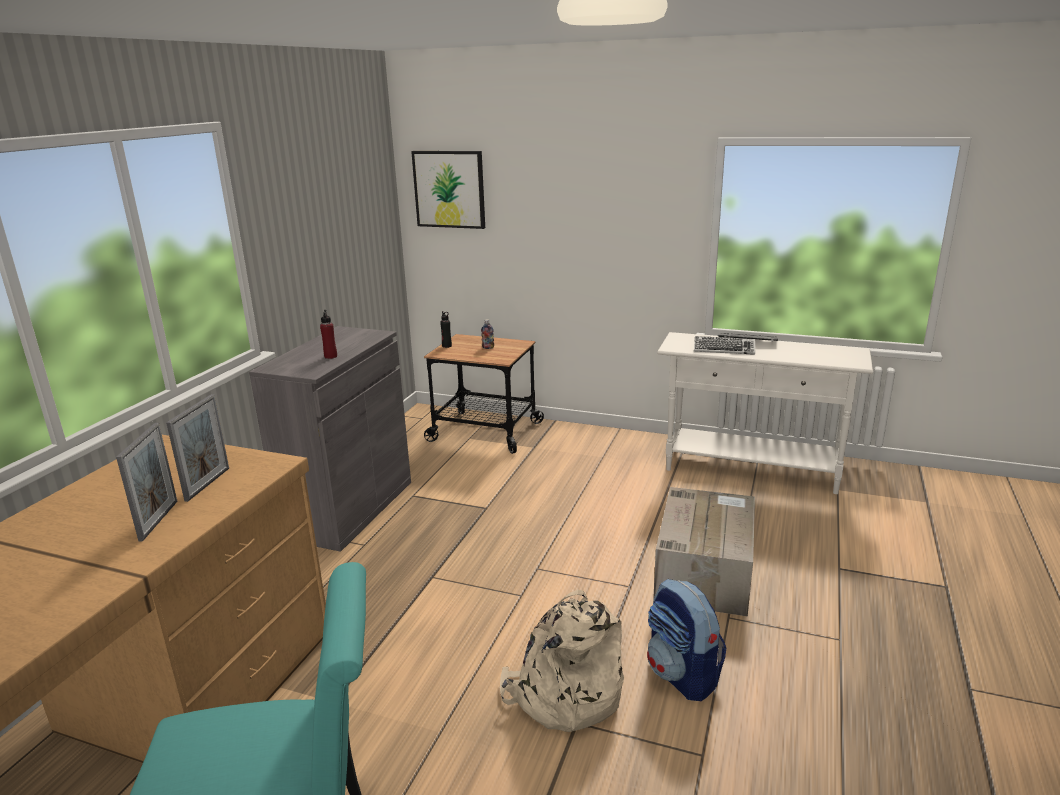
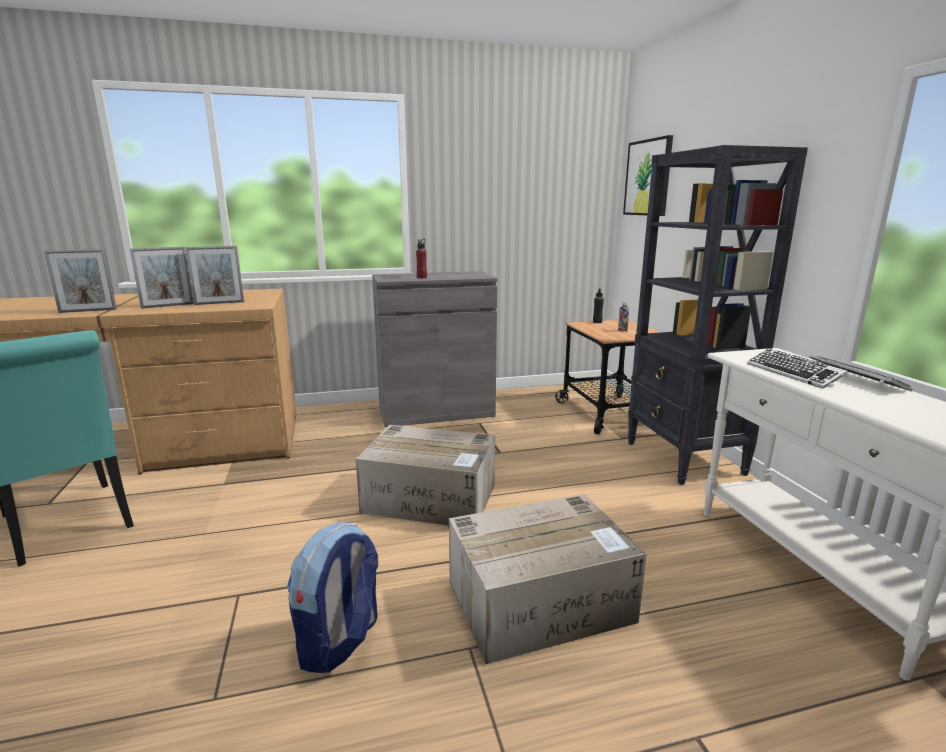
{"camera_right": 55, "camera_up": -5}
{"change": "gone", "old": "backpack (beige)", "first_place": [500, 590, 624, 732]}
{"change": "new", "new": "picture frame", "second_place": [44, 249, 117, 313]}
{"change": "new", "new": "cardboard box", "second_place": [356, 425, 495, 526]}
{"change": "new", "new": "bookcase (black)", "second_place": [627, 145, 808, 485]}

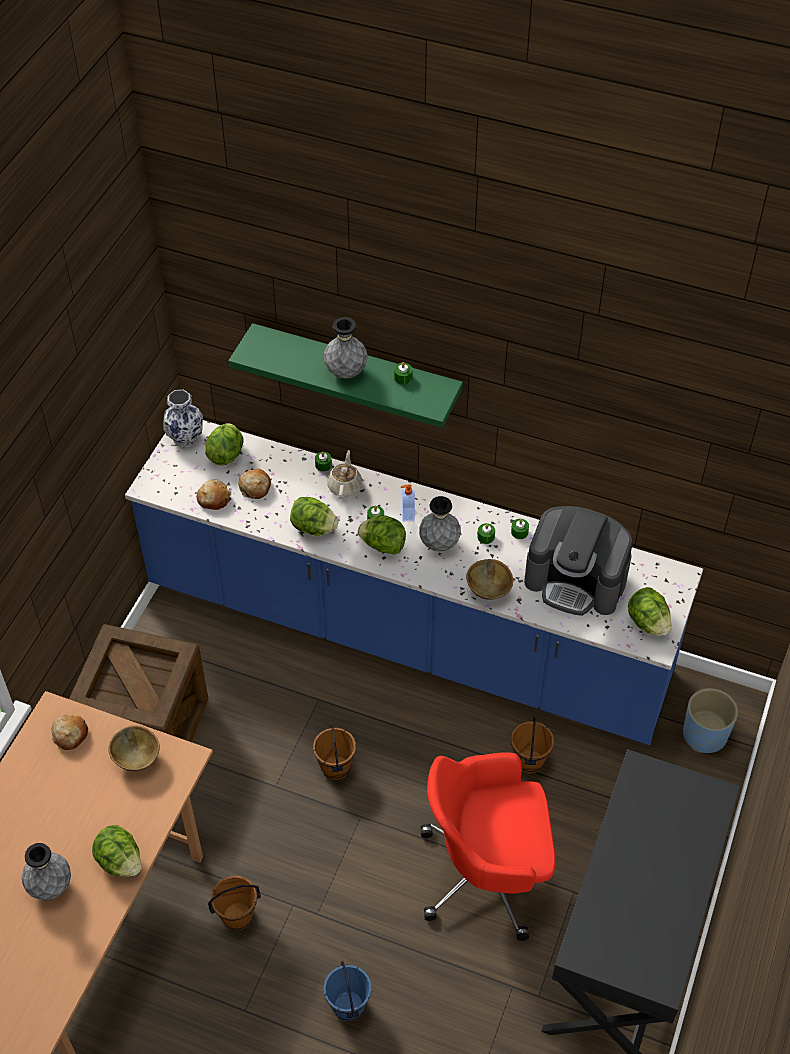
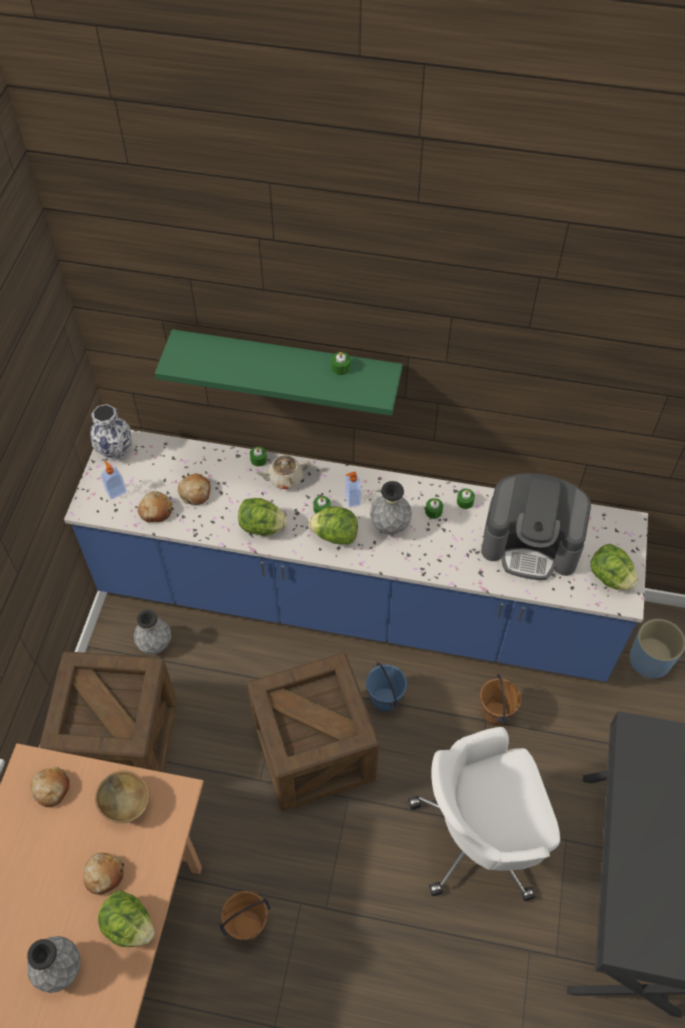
{"camera_right": -10, "camera_up": 5}
{"change": "gone", "old": "lettuce", "first_place": [205, 423, 244, 466]}
{"change": "gone", "old": "bowl (brown)", "first_place": [466, 559, 513, 600]}
{"change": "new", "new": "bread", "second_place": [84, 853, 124, 895]}
{"change": "new", "new": "soap dispenser", "second_place": [101, 461, 127, 500]}
{"change": "shifted", "old": "vase (grey)", "first_place": [324, 317, 368, 379], "second_place": [134, 610, 171, 654]}
{"change": "shifted", "old": "bucket (blue)", "first_place": [324, 961, 372, 1021], "second_place": [366, 662, 407, 712]}
{"change": "swapped", "old": "bucket (brown)", "new": "crate", "first_place": [313, 723, 356, 780], "second_place": [247, 652, 380, 811]}
{"change": "repainted", "old": "office chair (red)", "new": "office chair (white)", "first_place": [420, 753, 555, 941], "second_place": [408, 727, 560, 901]}
{"change": "rotated", "old": "teapot (beige)", "first_place": [327, 450, 362, 499], "second_place": [255, 455, 311, 489], "degrees": -105}

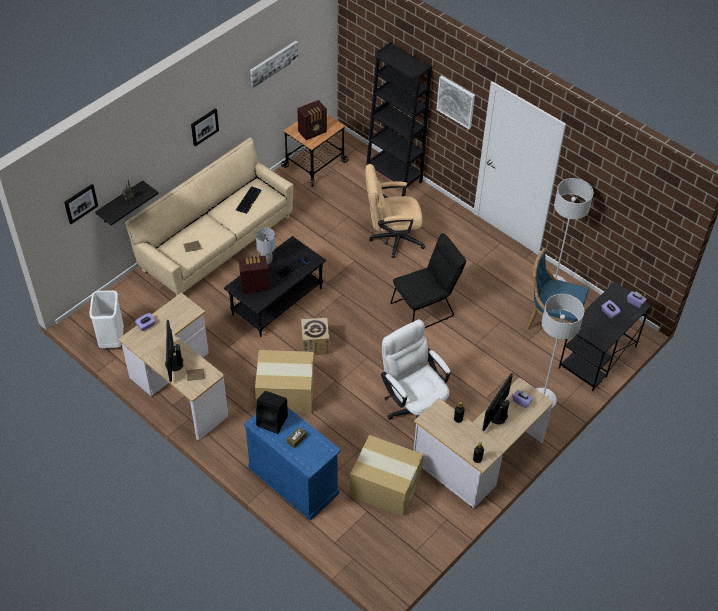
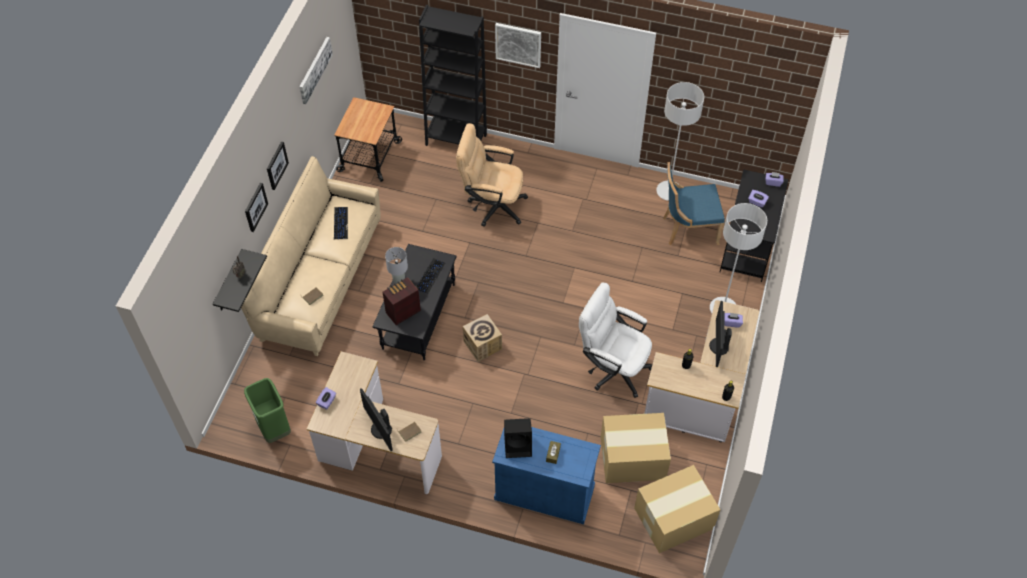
{"camera_right": -25, "camera_up": 5}
{"change": "gone", "old": "radio", "first_place": [297, 100, 327, 140]}
{"change": "gone", "old": "chair (black)", "first_place": [391, 234, 466, 328]}
{"change": "shifted", "old": "picture", "first_place": [64, 184, 98, 224], "second_place": [245, 183, 268, 232]}
{"change": "shifted", "old": "cardboard box", "first_place": [255, 350, 314, 414], "second_place": [634, 465, 720, 553]}
{"change": "repainted", "old": "trash can (white)", "new": "trash can (green)", "first_place": [90, 290, 124, 348], "second_place": [244, 378, 291, 443]}
{"change": "rotated", "old": "office chair (beige)", "first_place": [365, 164, 425, 258], "second_place": [456, 123, 528, 227], "degrees": 45}

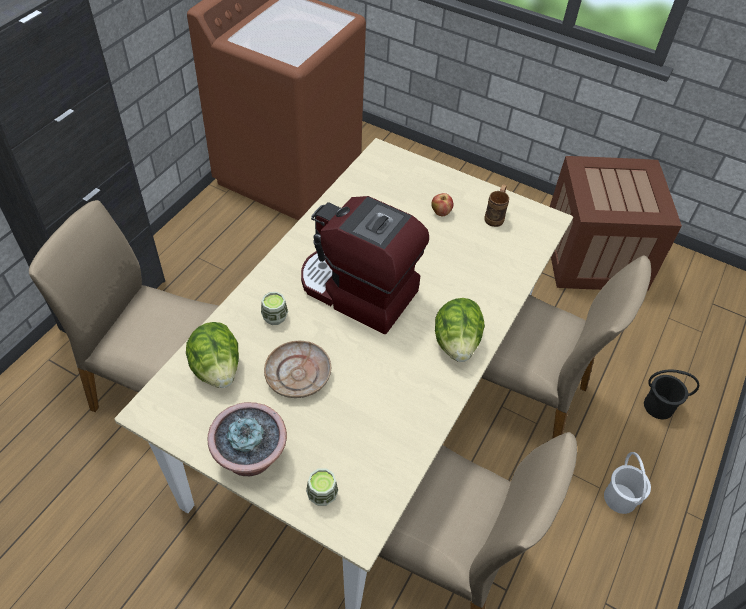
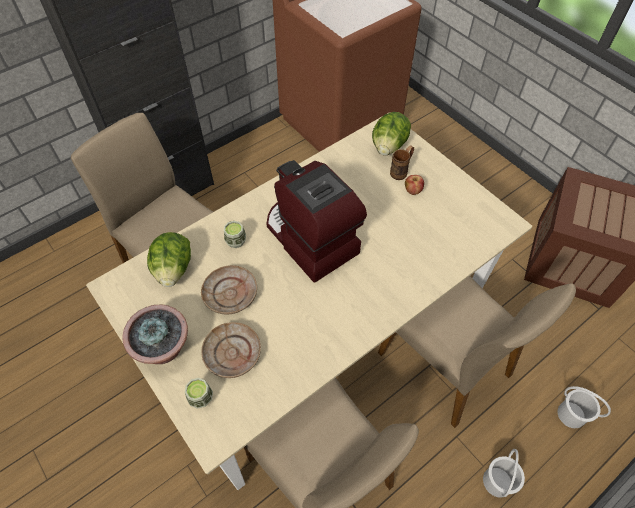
{"camera_right": 25, "camera_up": 5}
{"change": "new", "new": "plate (beige)", "second_place": [201, 322, 261, 378]}
{"change": "shifted", "old": "lettuce", "first_place": [435, 298, 485, 362], "second_place": [372, 112, 411, 156]}
{"change": "shifted", "old": "mug (brown)", "first_place": [484, 185, 509, 227], "second_place": [390, 145, 414, 180]}
{"change": "repainted", "old": "bucket (black)", "new": "bucket (white)", "first_place": [644, 369, 699, 419], "second_place": [557, 386, 611, 428]}

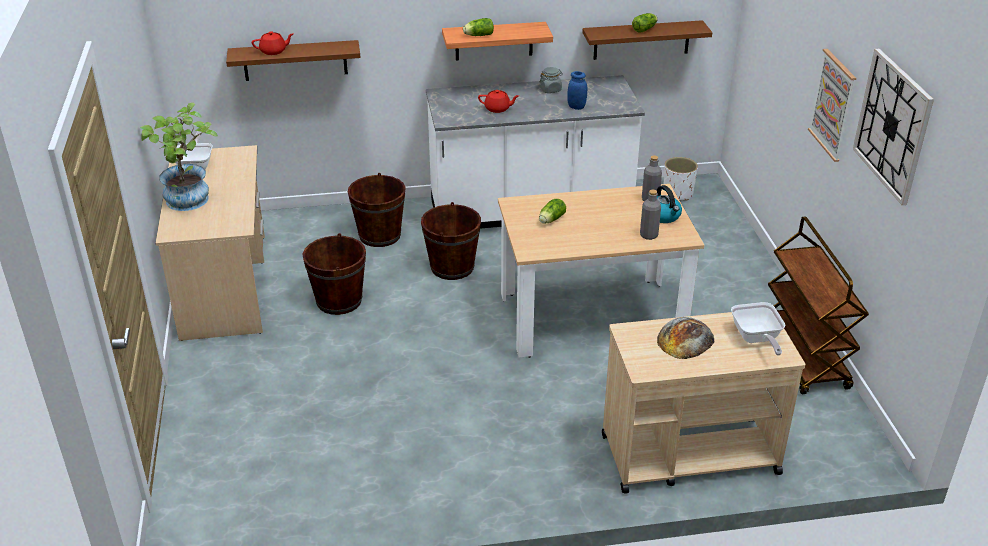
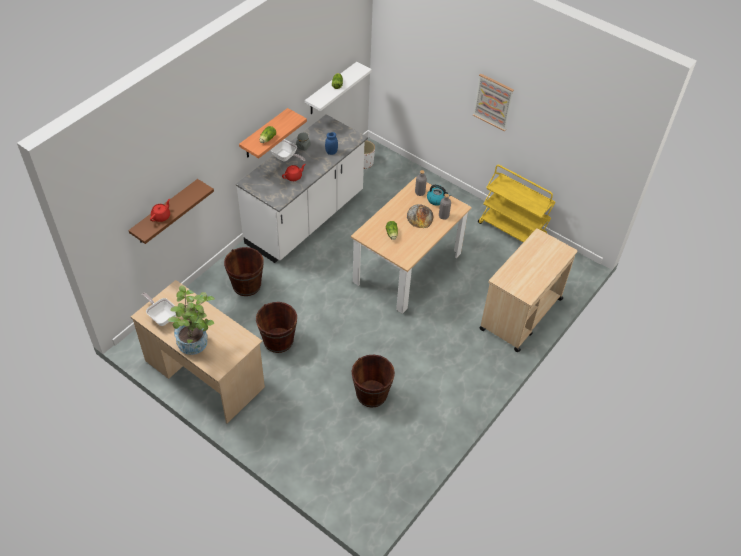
{"camera_right": -45, "camera_up": 15}
{"change": "gone", "old": "wall clock", "first_place": [853, 49, 934, 205]}
{"change": "shifted", "old": "bucket (brown)", "first_place": [421, 202, 481, 280], "second_place": [351, 355, 395, 408]}
{"change": "shifted", "old": "bread", "first_place": [657, 317, 714, 359], "second_place": [407, 204, 433, 228]}
{"change": "shifted", "old": "frying pan", "first_place": [731, 302, 785, 356], "second_place": [270, 139, 305, 162]}
{"change": "repainted", "old": "shelf (brown)", "new": "shelf (white)", "first_place": [582, 20, 712, 60], "second_place": [305, 62, 372, 114]}
{"change": "repainted", "old": "cart (brown)", "new": "cart (yellow)", "first_place": [768, 216, 869, 394], "second_place": [478, 165, 556, 242]}

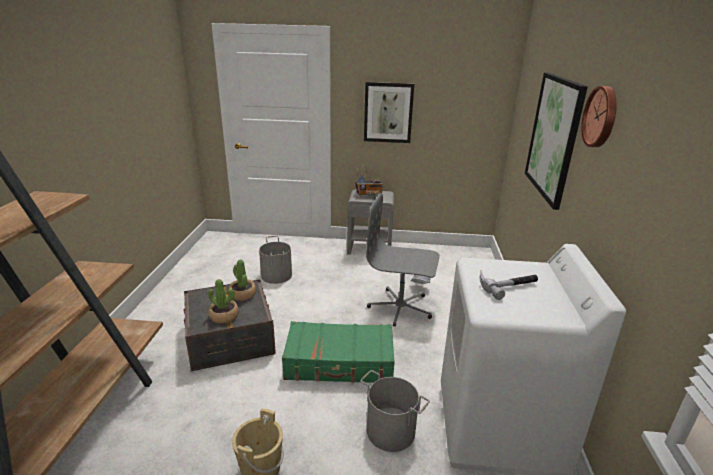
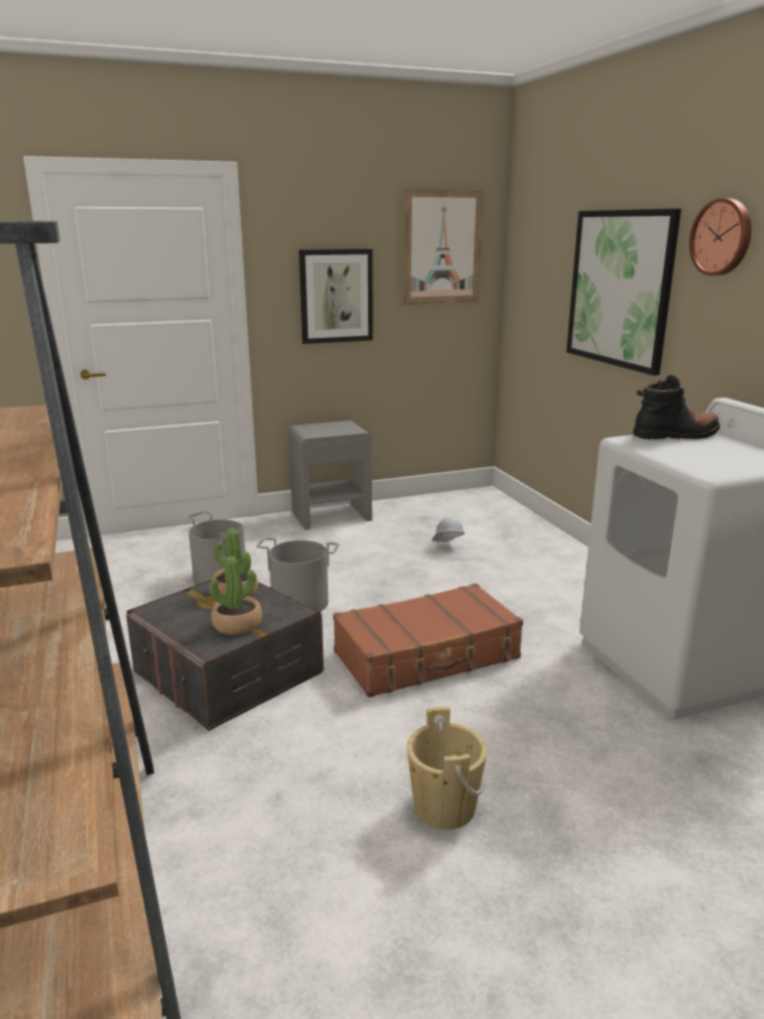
{"camera_right": -25, "camera_up": -5}
{"change": "gone", "old": "radio", "first_place": [355, 166, 383, 197]}
{"change": "gone", "old": "office chair (grey)", "first_place": [366, 193, 440, 327]}
{"change": "gone", "old": "hammer", "first_place": [480, 270, 538, 300]}
{"change": "new", "new": "picture", "second_place": [403, 189, 483, 305]}
{"change": "new", "new": "boot (black)", "second_place": [633, 375, 720, 440]}
{"change": "shifted", "old": "bucket (grey)", "first_place": [360, 370, 430, 452], "second_place": [256, 538, 339, 612]}
{"change": "repainted", "old": "suitcase (green)", "new": "suitcase (brown)", "first_place": [282, 321, 395, 383], "second_place": [333, 583, 523, 698]}

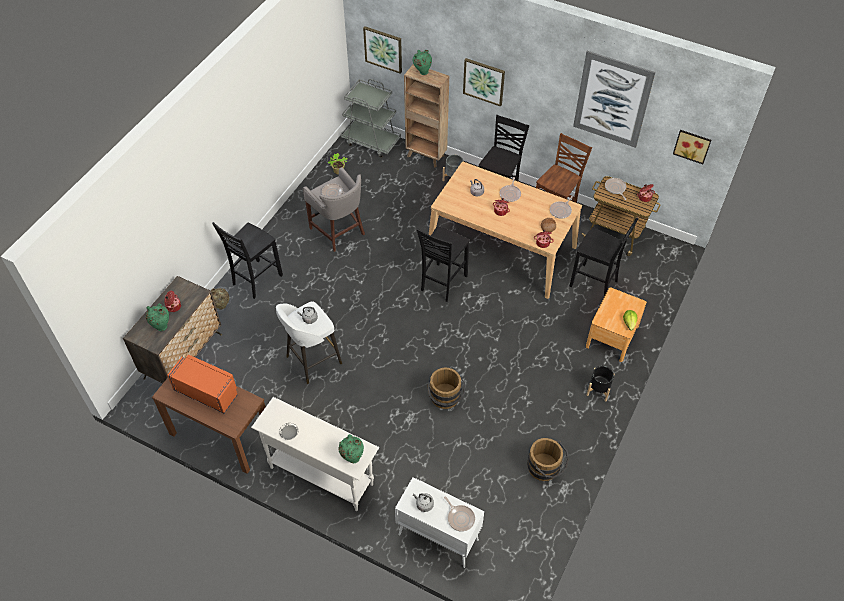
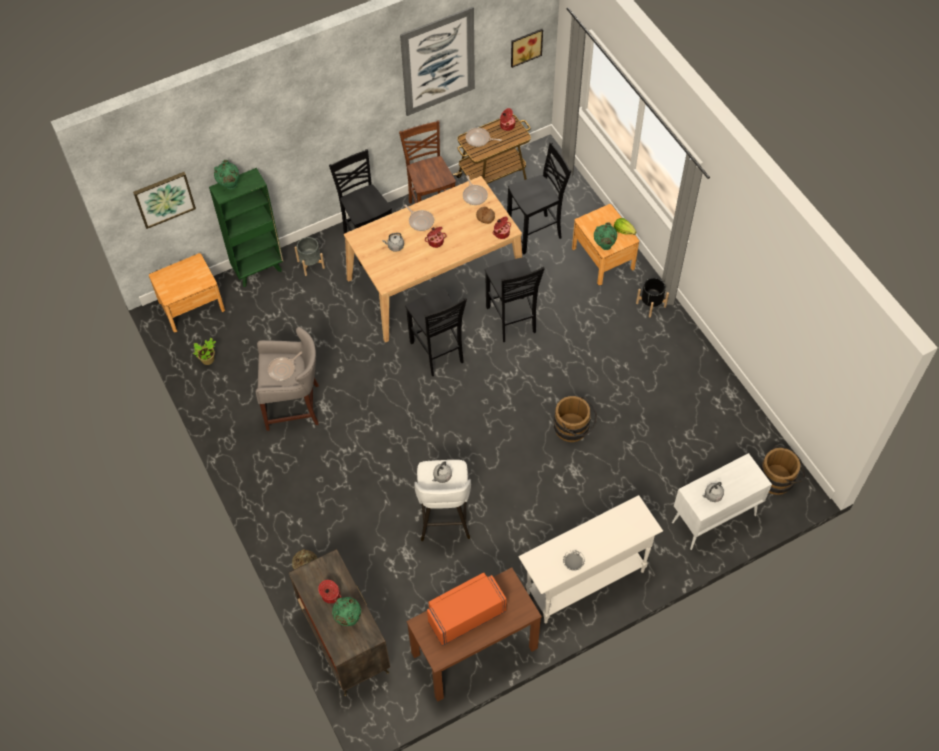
{"camera_right": -55, "camera_up": 5}
{"change": "gone", "old": "frying pan", "first_place": [444, 496, 475, 532]}
{"change": "gone", "old": "picture", "first_place": [463, 58, 505, 107]}
{"change": "shifted", "old": "chair (black)", "first_place": [212, 222, 283, 299], "second_place": [485, 257, 545, 342]}
{"change": "shifted", "old": "vase (green)", "first_place": [339, 434, 364, 463], "second_place": [594, 222, 617, 250]}
{"change": "shifted", "old": "bucket (brown)", "first_place": [527, 438, 569, 481], "second_place": [760, 446, 805, 495]}
{"change": "swapped", "old": "cart (grey)", "new": "nightstand (brown)", "first_place": [340, 79, 401, 157], "second_place": [149, 253, 225, 332]}
{"change": "repainted", "old": "bookcase (brown)", "new": "bookcase (green)", "first_place": [404, 64, 449, 167], "second_place": [209, 168, 283, 287]}

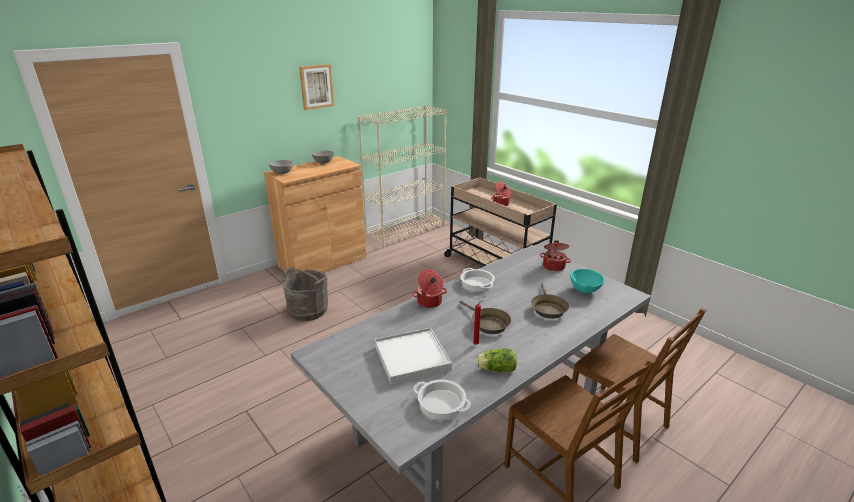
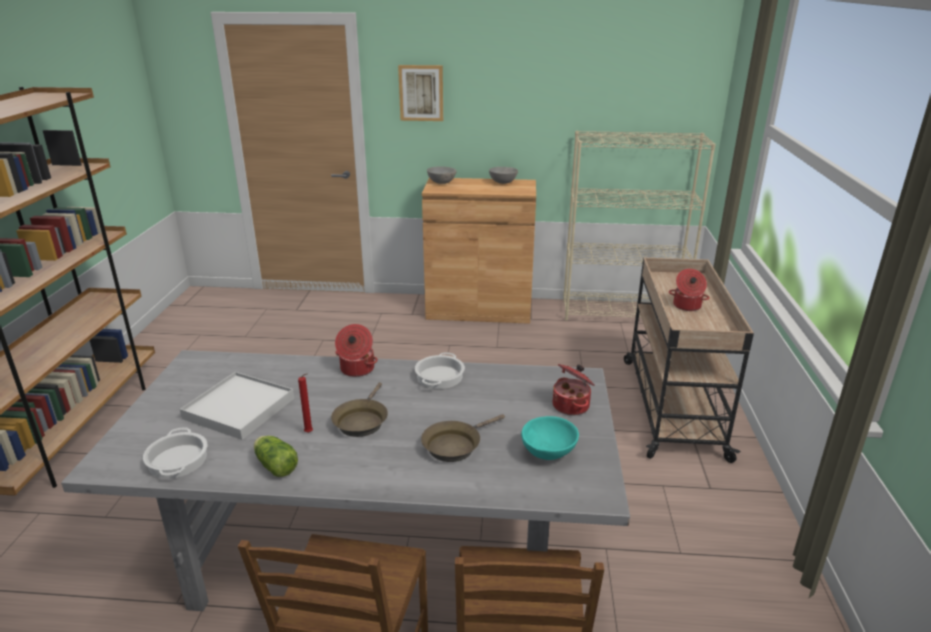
{"camera_right": 45, "camera_up": 0}
{"change": "gone", "old": "bucket (grey)", "first_place": [282, 266, 328, 321]}
{"change": "shifted", "old": "picture", "first_place": [299, 64, 334, 110], "second_place": [398, 65, 443, 121]}

